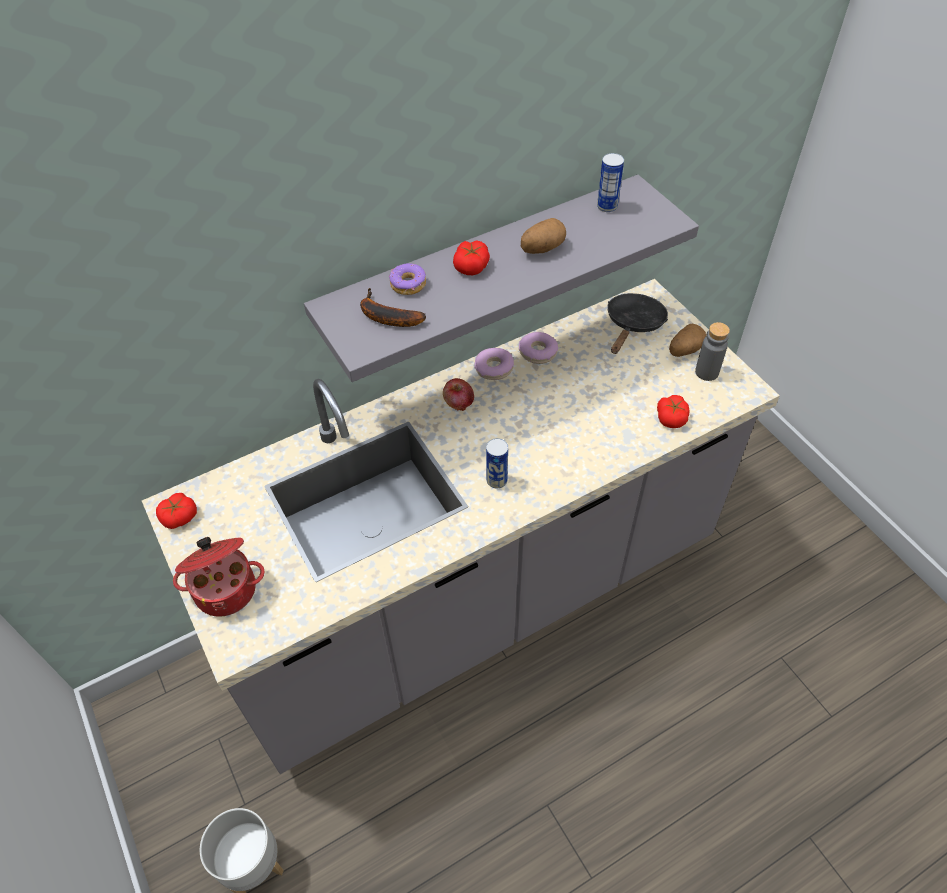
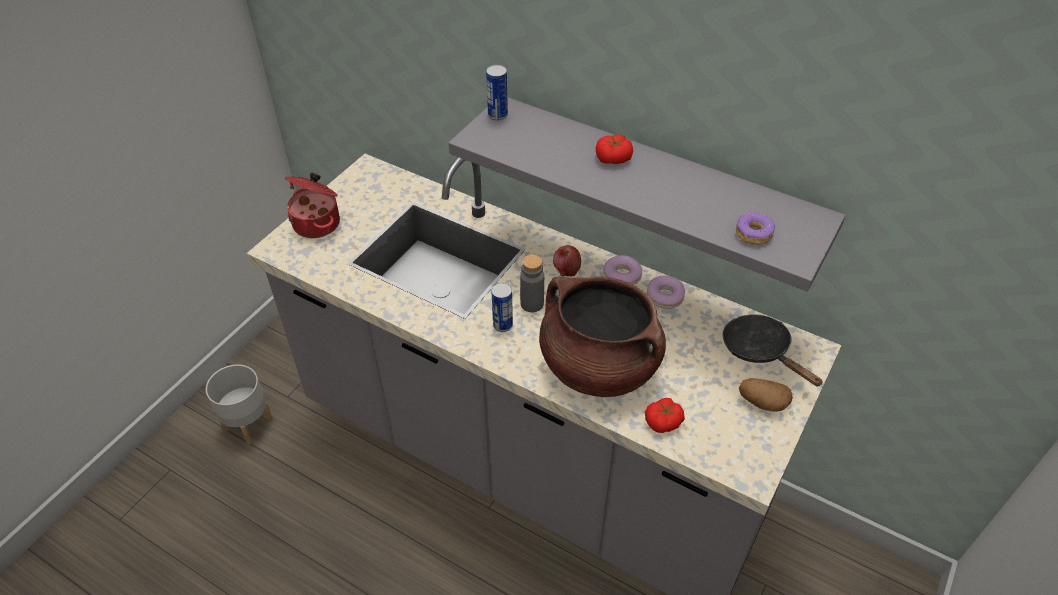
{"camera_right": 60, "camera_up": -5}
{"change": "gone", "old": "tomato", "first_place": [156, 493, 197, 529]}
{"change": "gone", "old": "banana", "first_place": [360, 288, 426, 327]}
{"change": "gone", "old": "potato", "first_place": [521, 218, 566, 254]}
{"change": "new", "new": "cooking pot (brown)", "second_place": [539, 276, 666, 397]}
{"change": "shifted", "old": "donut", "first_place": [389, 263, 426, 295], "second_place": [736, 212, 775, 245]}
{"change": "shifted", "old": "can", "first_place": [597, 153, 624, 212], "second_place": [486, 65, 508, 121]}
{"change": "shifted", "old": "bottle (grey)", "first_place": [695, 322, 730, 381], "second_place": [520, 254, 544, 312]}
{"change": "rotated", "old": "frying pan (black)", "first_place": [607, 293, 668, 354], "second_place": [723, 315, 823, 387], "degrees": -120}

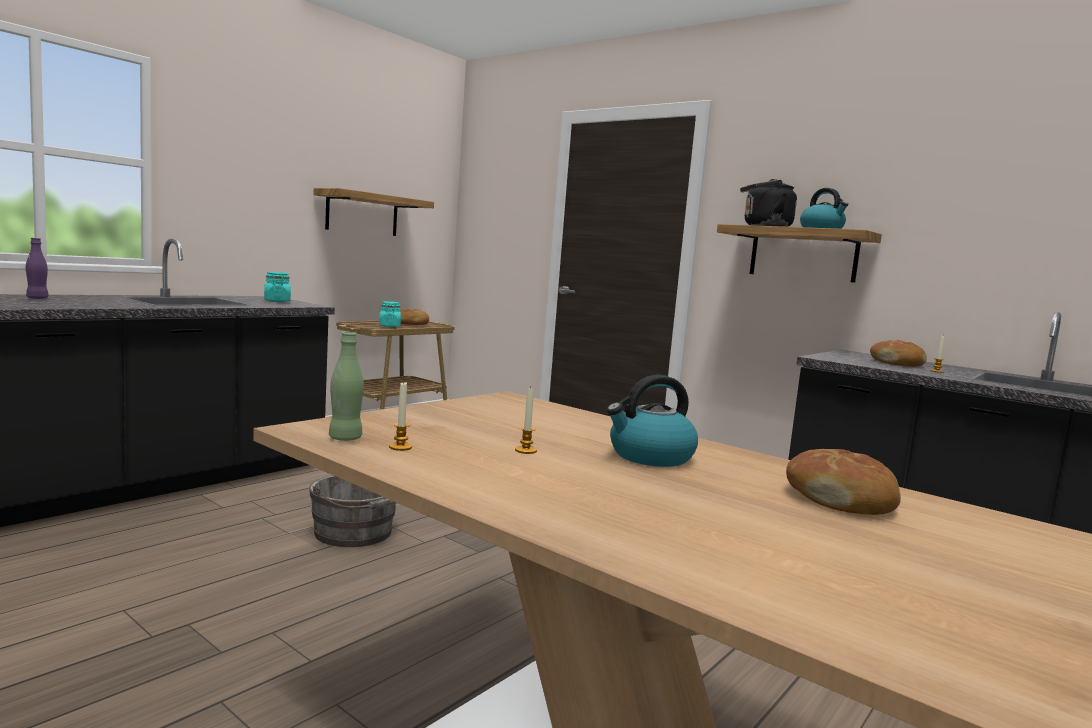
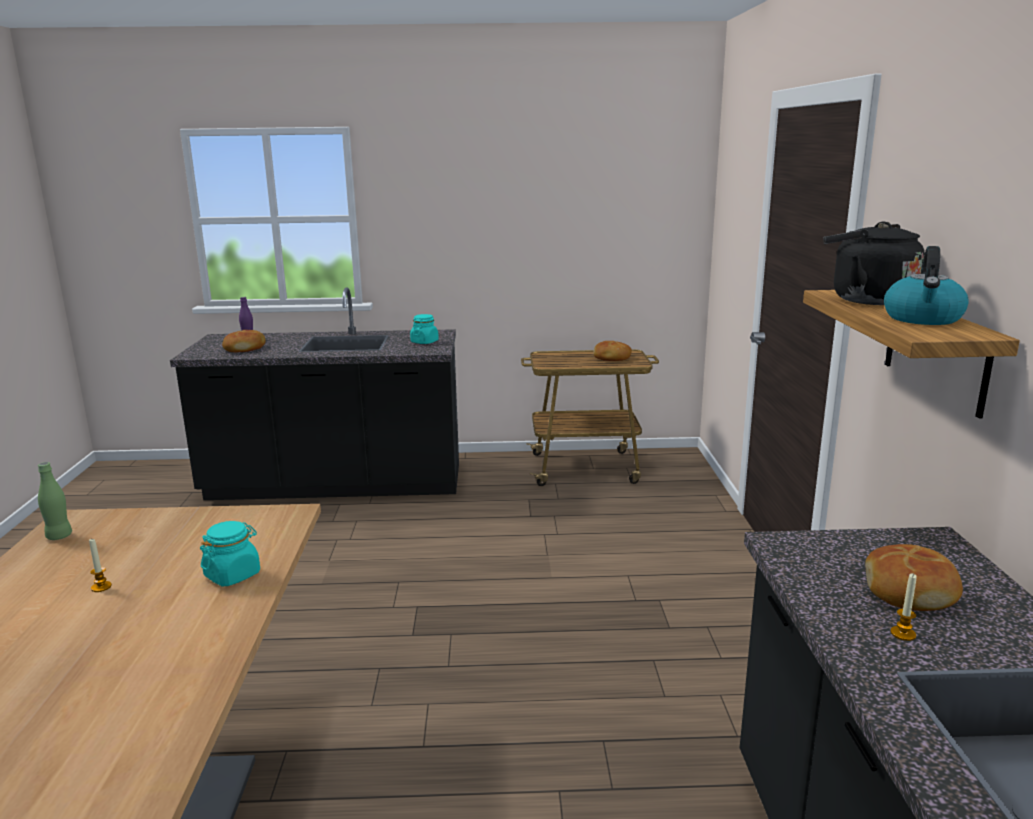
{"camera_right": 50, "camera_up": 10}
{"change": "gone", "old": "bucket (grey)", "first_place": [309, 475, 396, 547]}
{"change": "gone", "old": "shelf", "first_place": [313, 188, 434, 236]}
{"change": "gone", "old": "candle", "first_place": [389, 382, 412, 451]}
{"change": "gone", "old": "kettle", "first_place": [607, 375, 698, 467]}
{"change": "shifted", "old": "jar (turquoise)", "first_place": [379, 301, 401, 327], "second_place": [200, 521, 260, 586]}
{"change": "shifted", "old": "bread", "first_place": [786, 449, 901, 515], "second_place": [222, 330, 266, 352]}

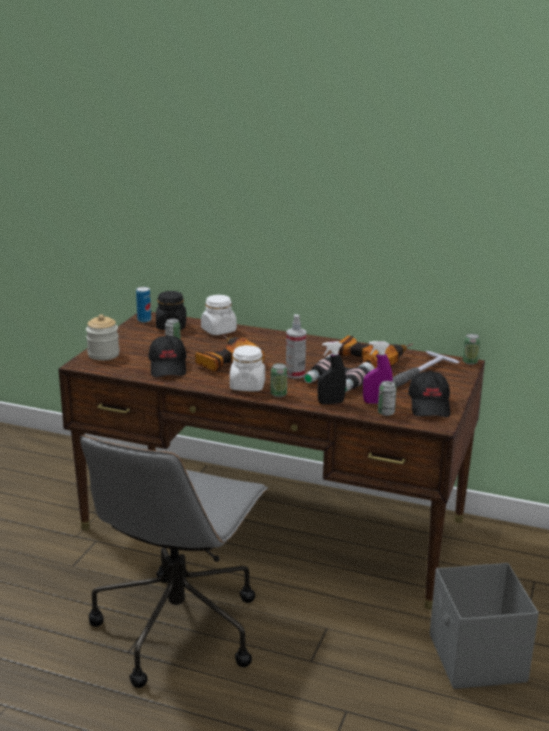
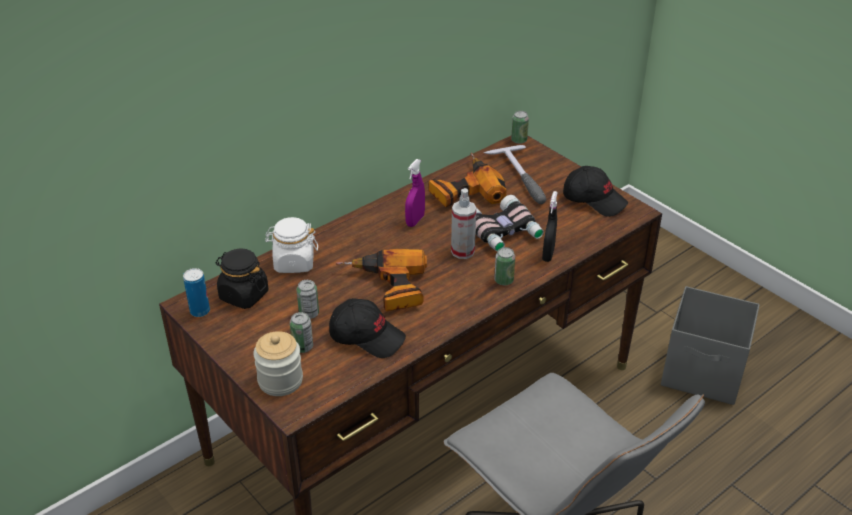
{"camera_right": -60, "camera_up": 15}
{"change": "gone", "old": "jar (white)", "first_place": [230, 345, 265, 391]}
{"change": "shifted", "old": "spray bottle (purple)", "first_place": [363, 341, 393, 404], "second_place": [405, 159, 425, 227]}
{"change": "shifted", "old": "can", "first_place": [378, 381, 397, 416], "second_place": [290, 312, 313, 353]}

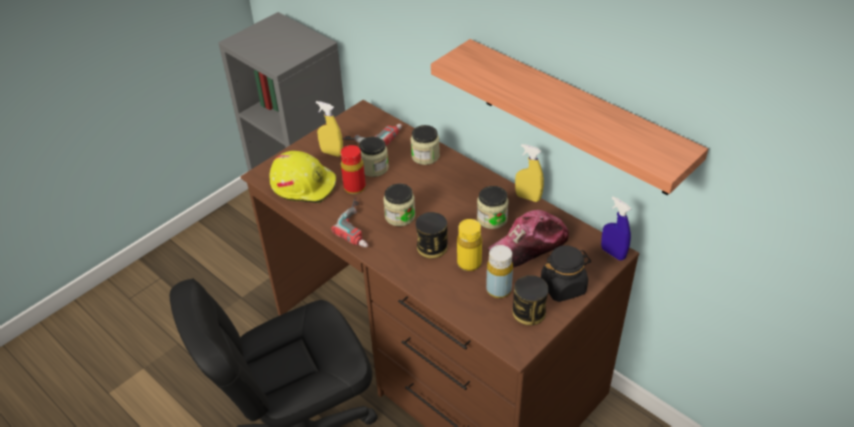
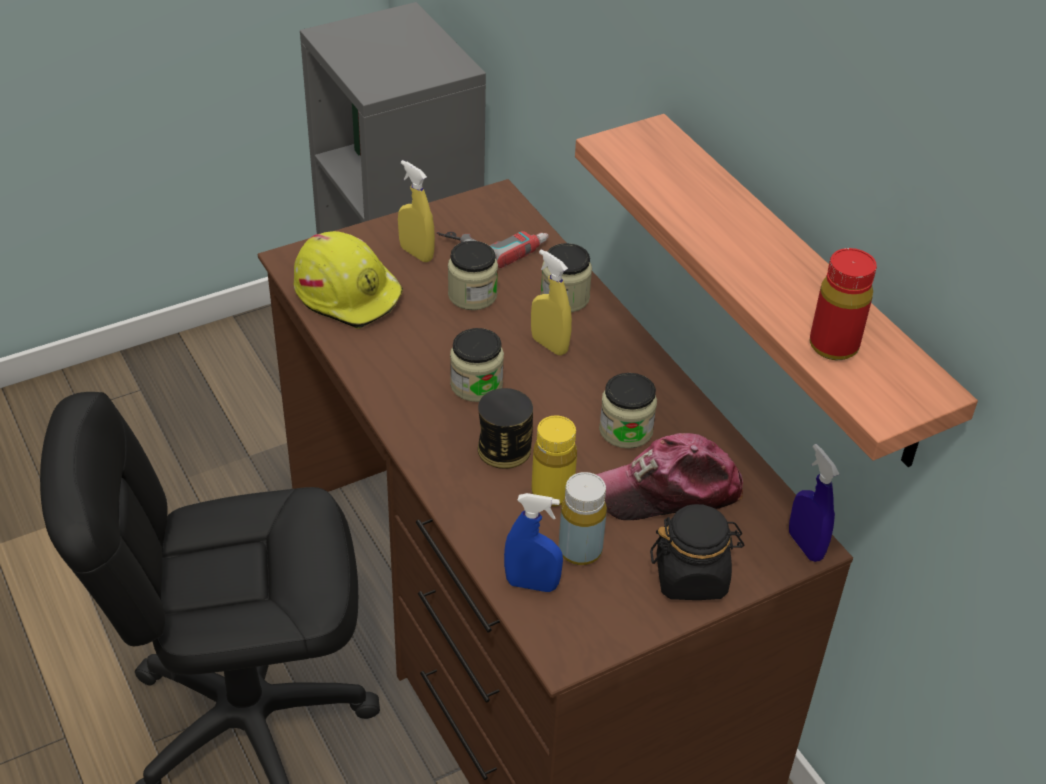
{"camera_right": 15, "camera_up": 0}
{"change": "gone", "old": "power drill", "first_place": [331, 197, 368, 248]}
{"change": "gone", "old": "can", "first_place": [512, 275, 549, 325]}
{"change": "new", "new": "spray bottle (blue)", "second_place": [504, 493, 563, 592]}
{"change": "shifted", "old": "bottle (red)", "first_place": [341, 145, 366, 194], "second_place": [809, 248, 877, 360]}
{"change": "shifted", "old": "spray bottle (yellow)", "first_place": [515, 144, 544, 202], "second_place": [531, 249, 572, 355]}

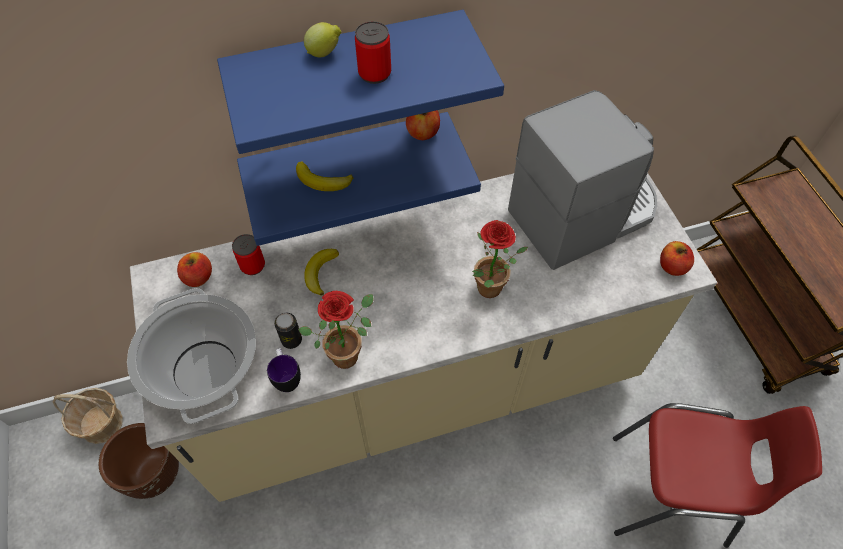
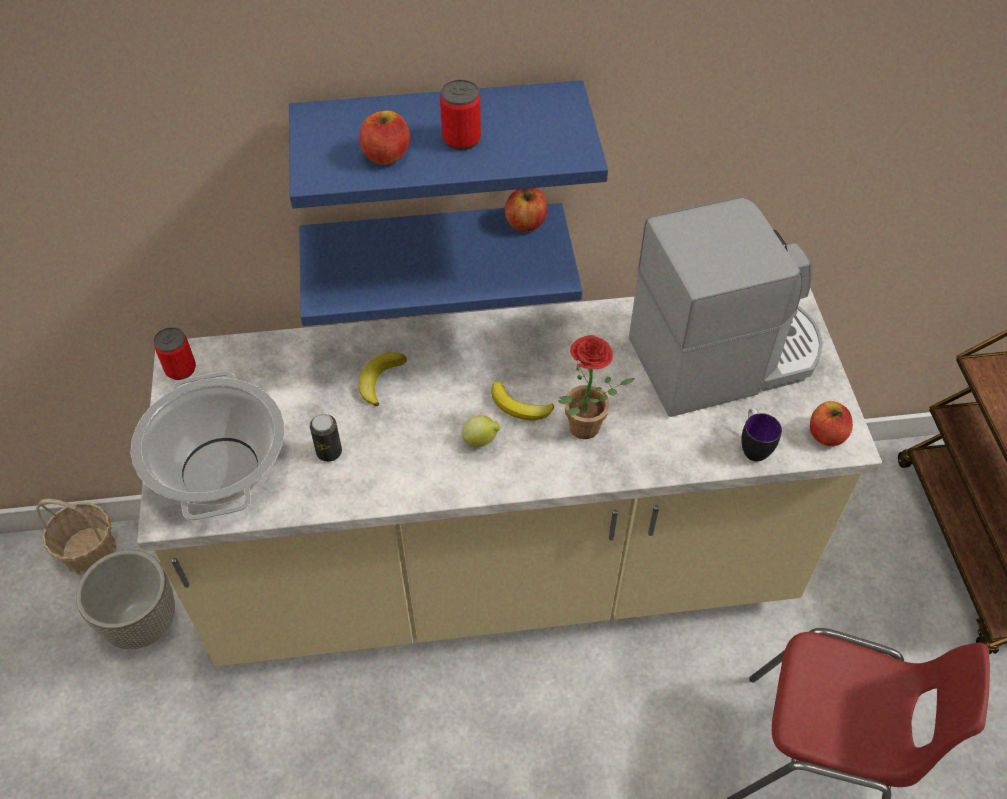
{"camera_right": 10, "camera_up": -5}
{"change": "gone", "old": "potted plant", "first_place": [298, 291, 374, 369]}
{"change": "shifted", "old": "apple", "first_place": [177, 252, 212, 287], "second_place": [360, 111, 410, 165]}
{"change": "shifted", "old": "can", "first_place": [232, 234, 265, 275], "second_place": [154, 327, 196, 380]}
{"change": "shifted", "old": "mug", "first_place": [267, 348, 301, 392], "second_place": [741, 408, 782, 462]}
{"change": "shifted", "old": "banana", "first_place": [296, 161, 353, 191], "second_place": [491, 381, 554, 420]}
{"change": "shifted", "old": "lemon", "first_place": [304, 22, 341, 58], "second_place": [462, 415, 500, 447]}
{"change": "repainted", "old": "planter (brown)", "new": "planter (grey)", "first_place": [98, 423, 179, 499], "second_place": [76, 550, 175, 649]}

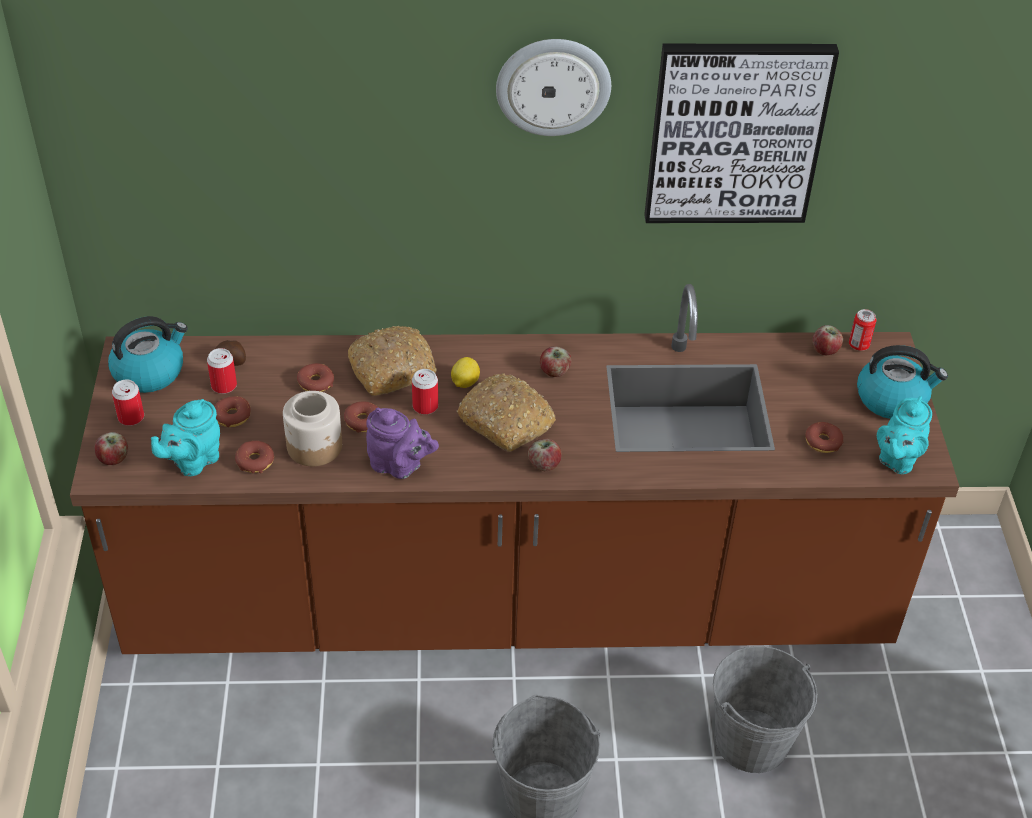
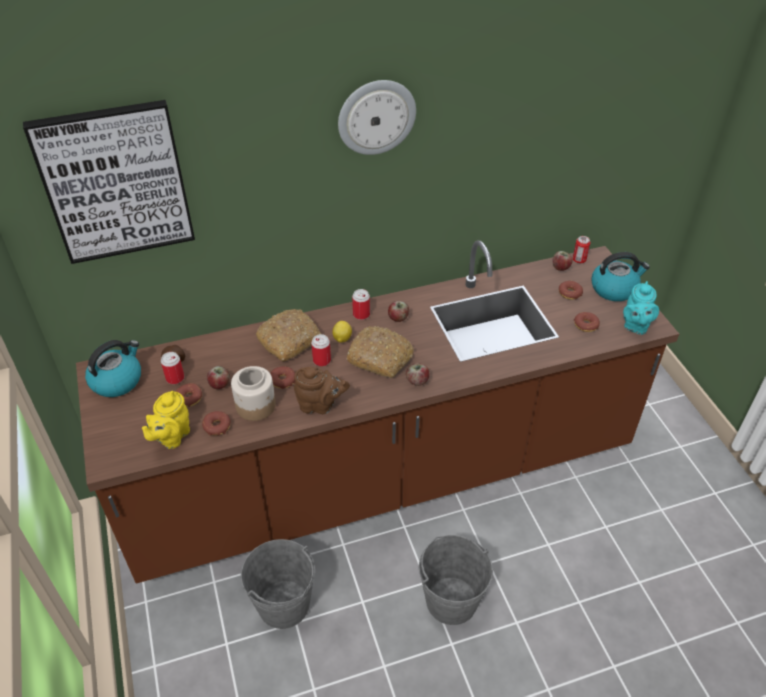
{"camera_right": -15, "camera_up": 0}
{"change": "shifted", "old": "apple", "first_place": [95, 432, 128, 465], "second_place": [207, 366, 230, 389]}
{"change": "shifted", "old": "can", "first_place": [112, 380, 144, 426], "second_place": [352, 289, 370, 320]}
{"change": "shifted", "old": "donut", "first_place": [297, 363, 334, 392], "second_place": [559, 281, 583, 300]}
{"change": "shifted", "old": "picture", "first_place": [644, 44, 839, 223], "second_place": [23, 100, 195, 264]}
{"change": "shifted", "old": "bucket (grey)", "first_place": [713, 646, 817, 773], "second_place": [241, 539, 315, 629]}
{"change": "repainted", "old": "teapot (turquoise)", "new": "teapot (yellow)", "first_place": [151, 399, 220, 476], "second_place": [142, 391, 190, 449]}
{"change": "repainted", "old": "teapot (purple)", "new": "teapot (brown)", "first_place": [366, 408, 439, 479], "second_place": [294, 367, 350, 414]}

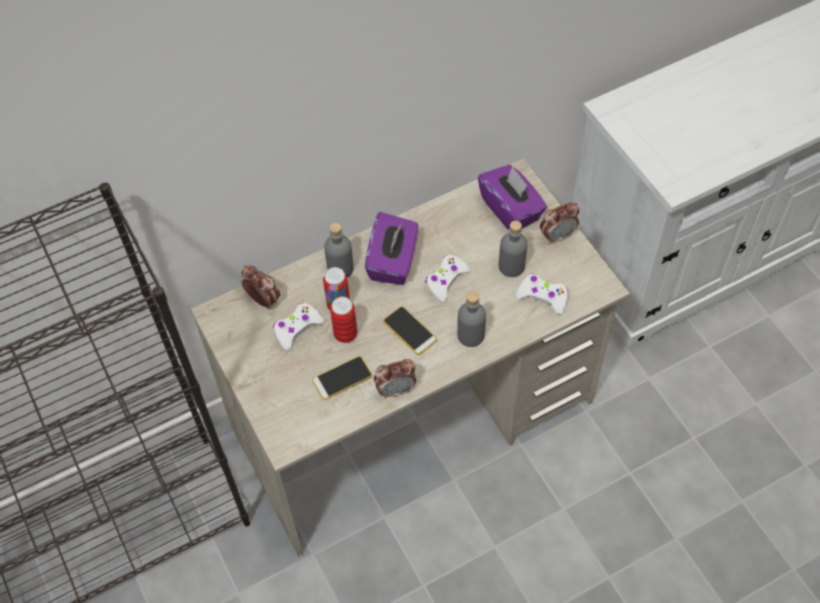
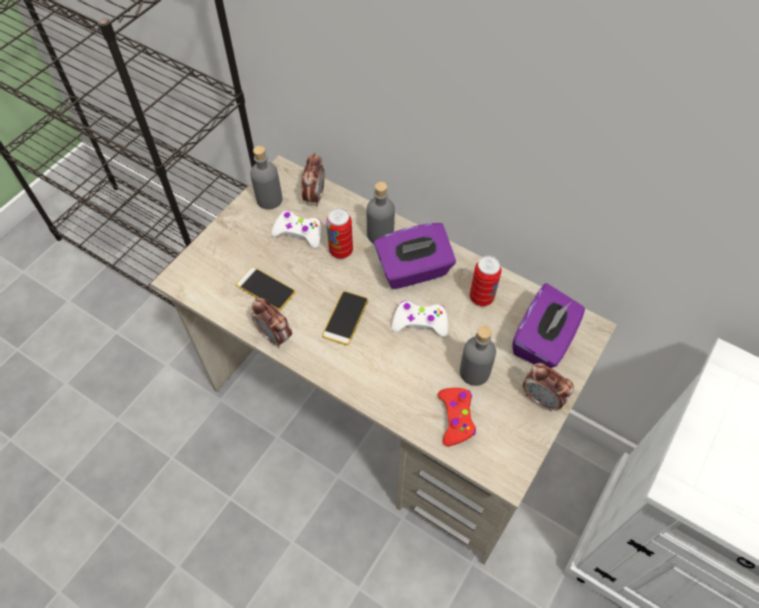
{"camera_right": 60, "camera_up": 0}
{"change": "shifted", "old": "can", "first_place": [330, 297, 357, 343], "second_place": [470, 256, 501, 306]}
{"change": "shifted", "old": "bottle (grey)", "first_place": [457, 292, 486, 347], "second_place": [250, 146, 282, 210]}
{"change": "repainted", "old": "game controller (white)", "new": "game controller (red)", "first_place": [516, 274, 568, 315], "second_place": [438, 388, 476, 447]}

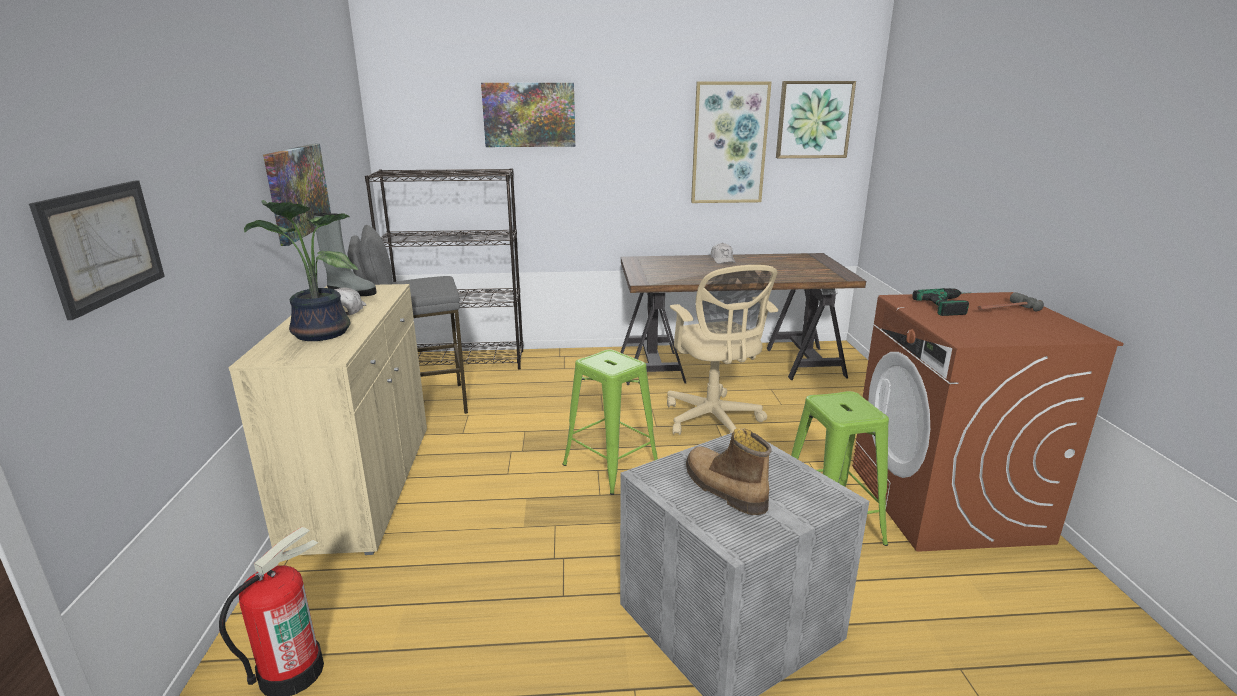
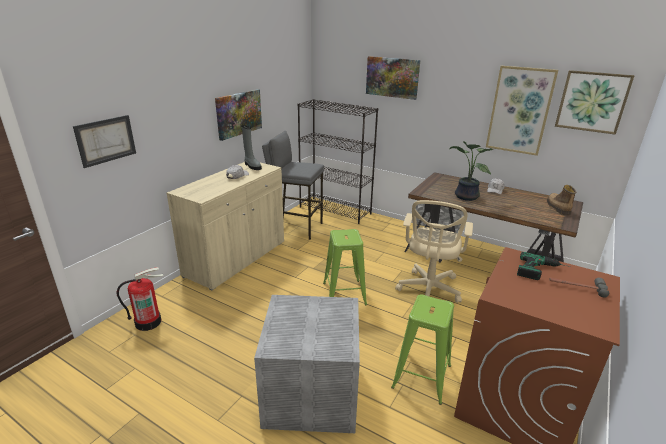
{"camera_right": 35, "camera_up": 5}
{"change": "shifted", "old": "potted plant", "first_place": [244, 200, 358, 341], "second_place": [449, 141, 493, 201]}
{"change": "shifted", "old": "boot", "first_place": [686, 428, 772, 515], "second_place": [547, 185, 576, 216]}

